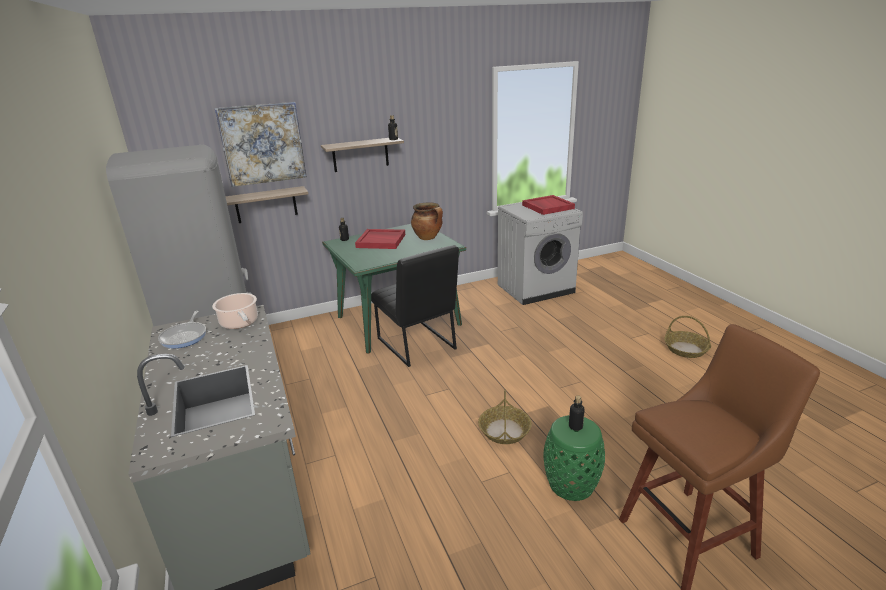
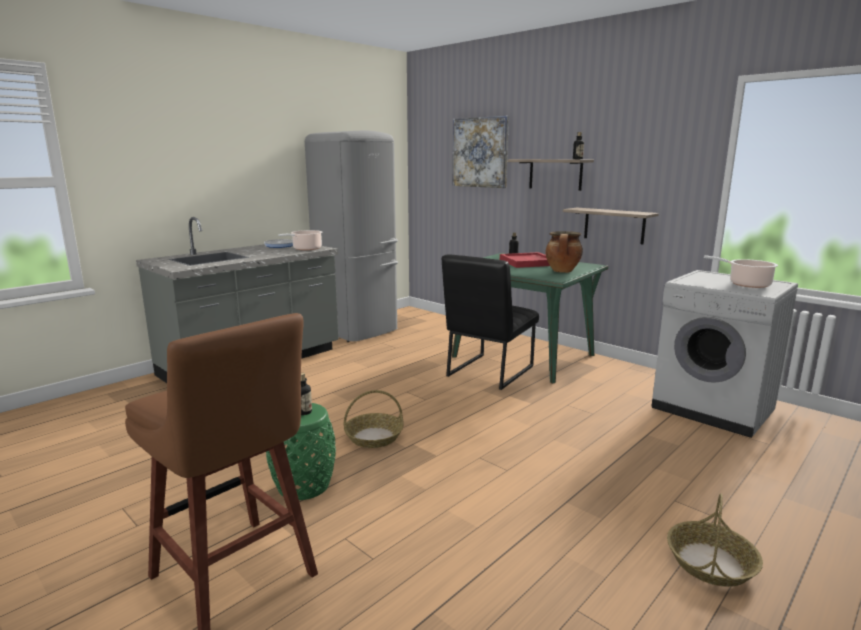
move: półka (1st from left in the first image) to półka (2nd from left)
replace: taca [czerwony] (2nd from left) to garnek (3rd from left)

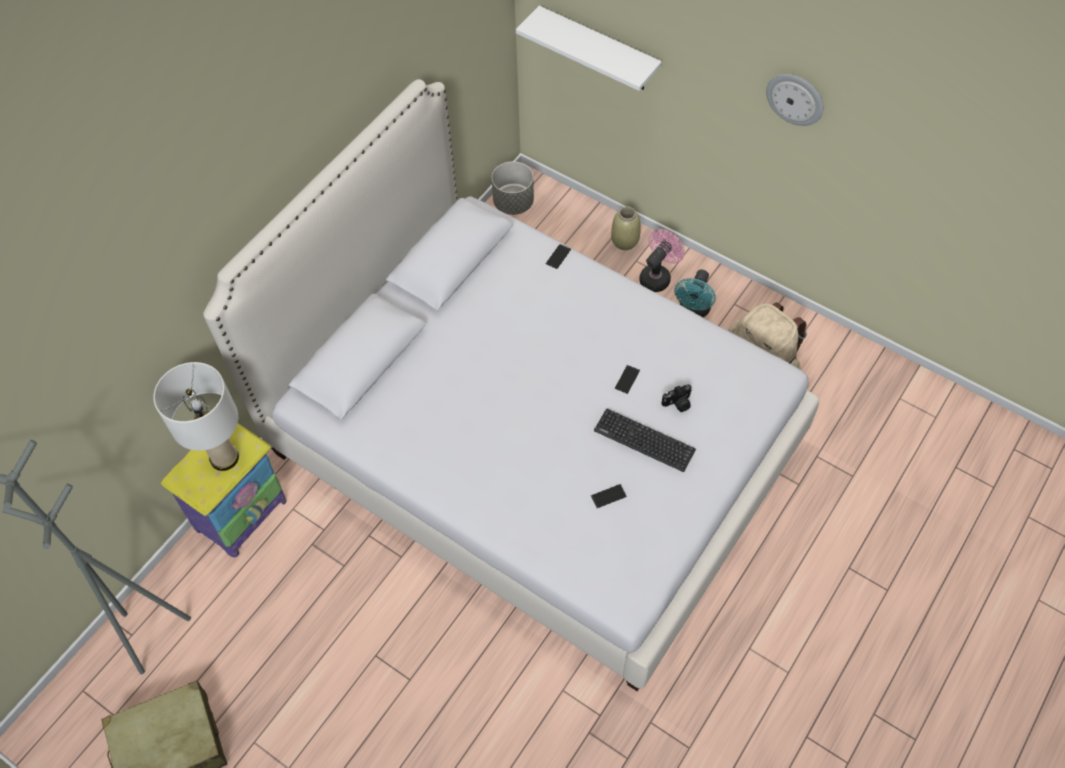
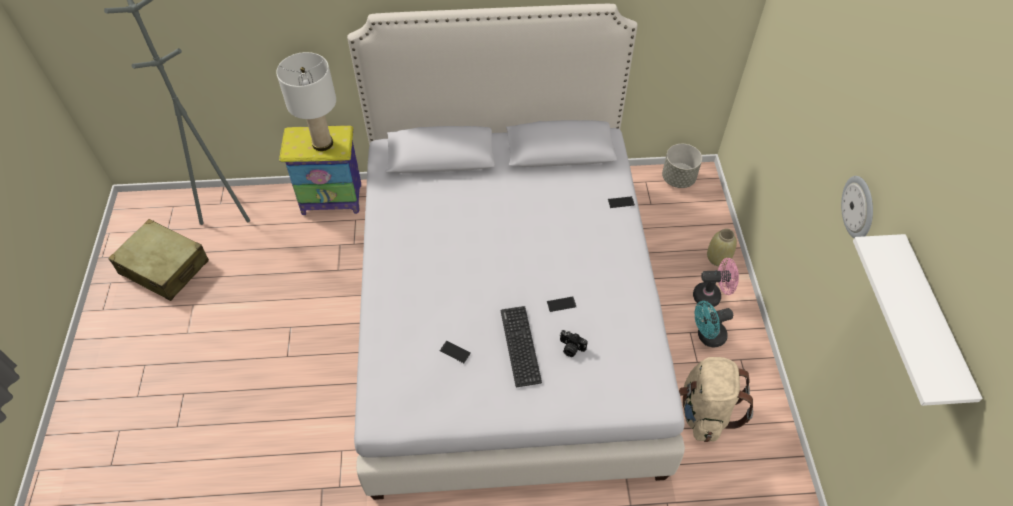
move: półka [biały]

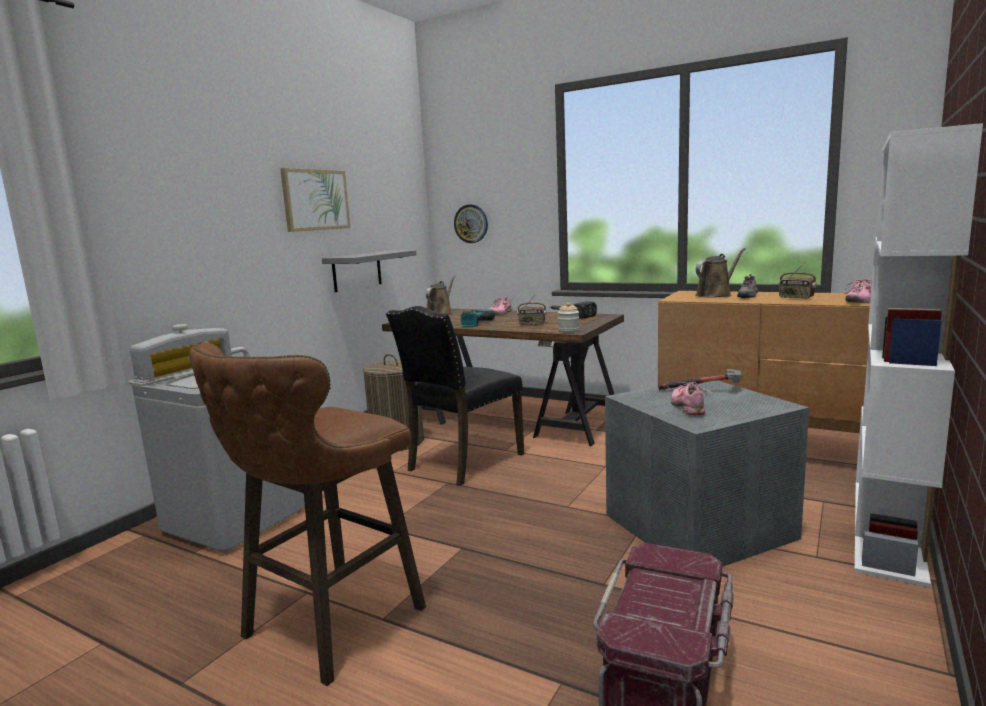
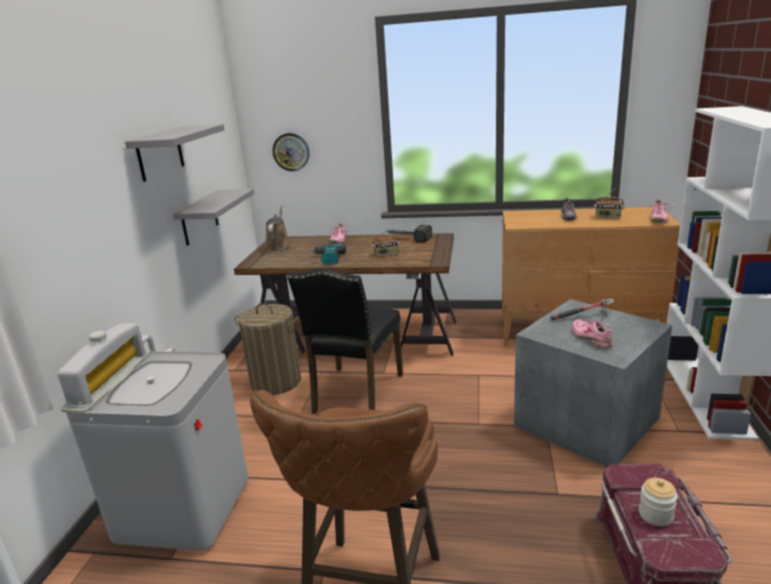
delete: konewka [brązowy] (2nd from left)
move: słoik
replace: obraz to półka [szary] (1st from left)

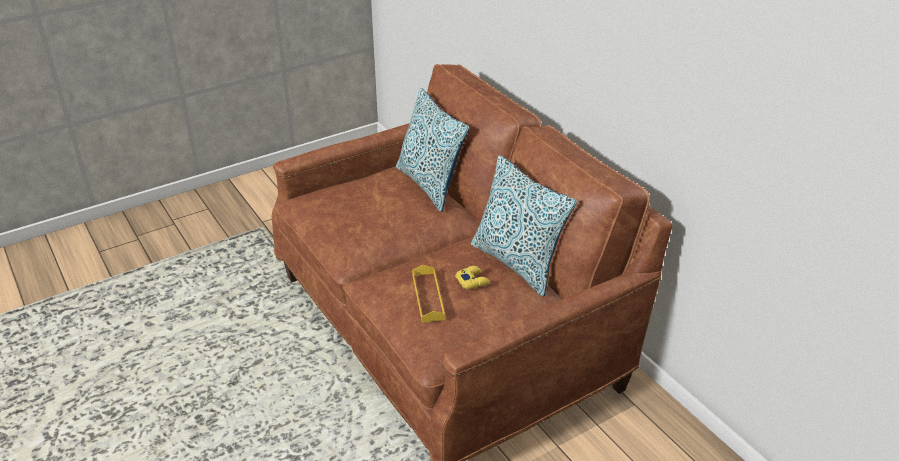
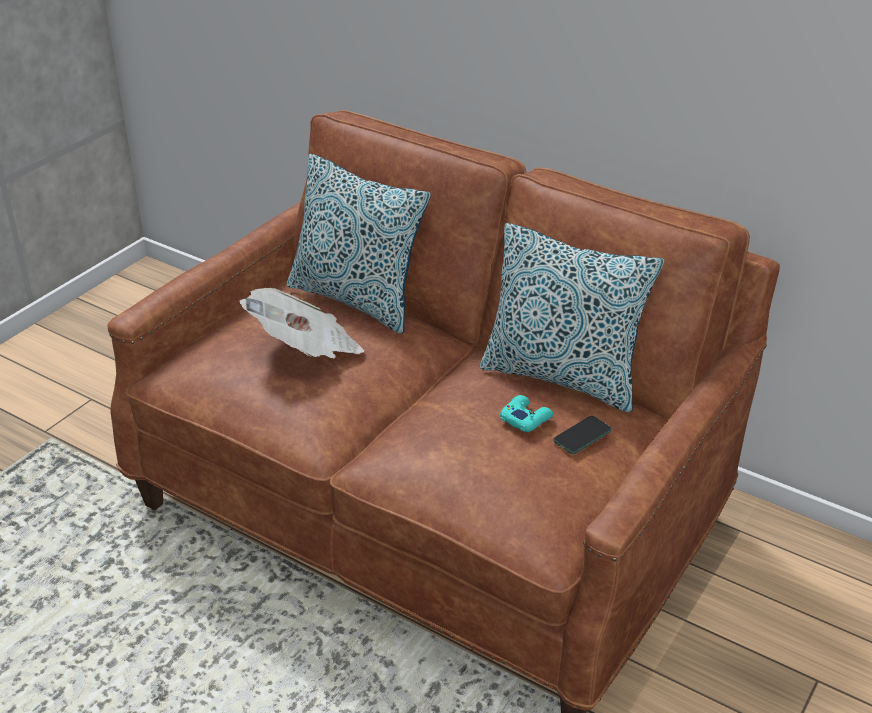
delete: taca [żółty]
insert: gazeta; telefon
recolor: pad do gier [żółty] to pad do gier [turkusowy]

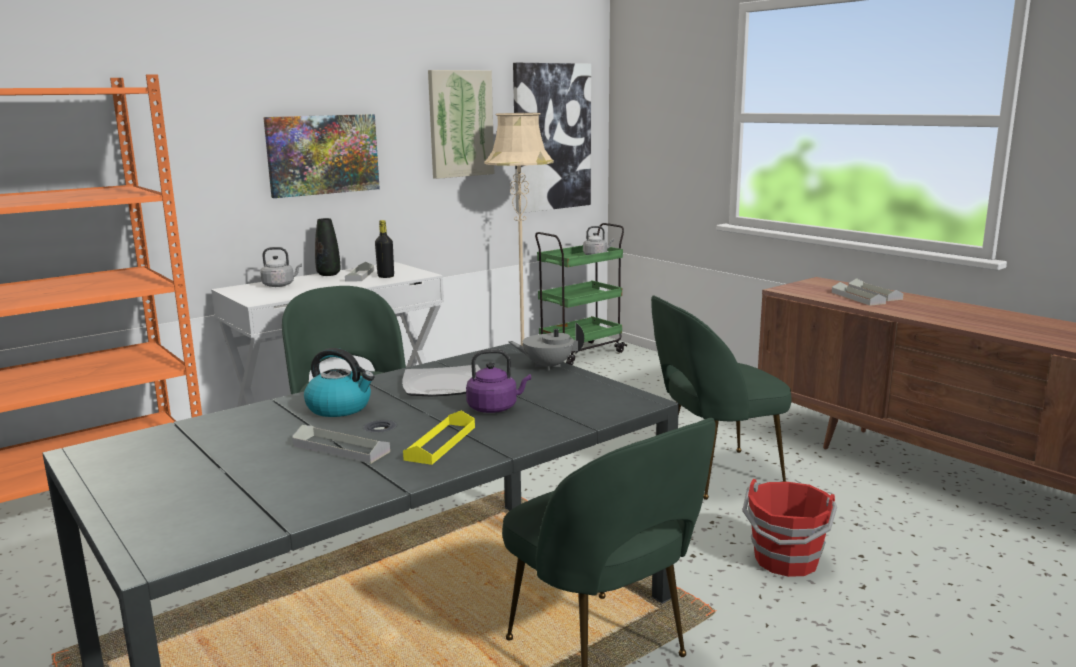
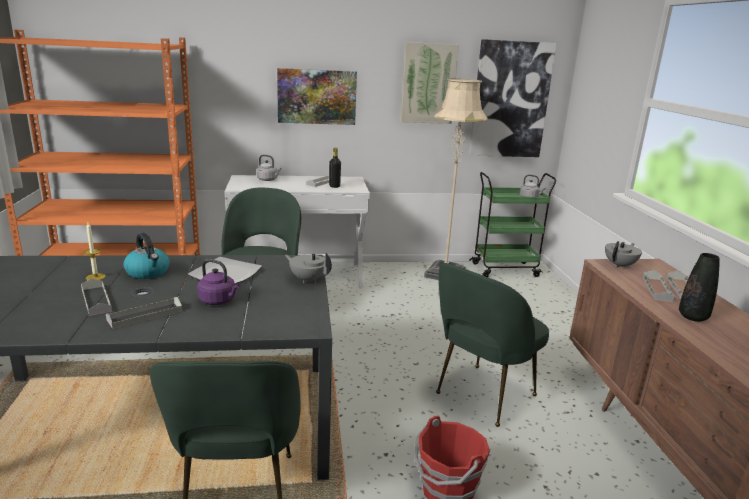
insert: świeca; imbryk [szary] (2nd from left)
move: wazon [czarny]
recolor: taca [żółty] to taca [szary] (2nd from left)
rotate: krzesło [zielony] (3rd from left) 60 degrees counterclockwise

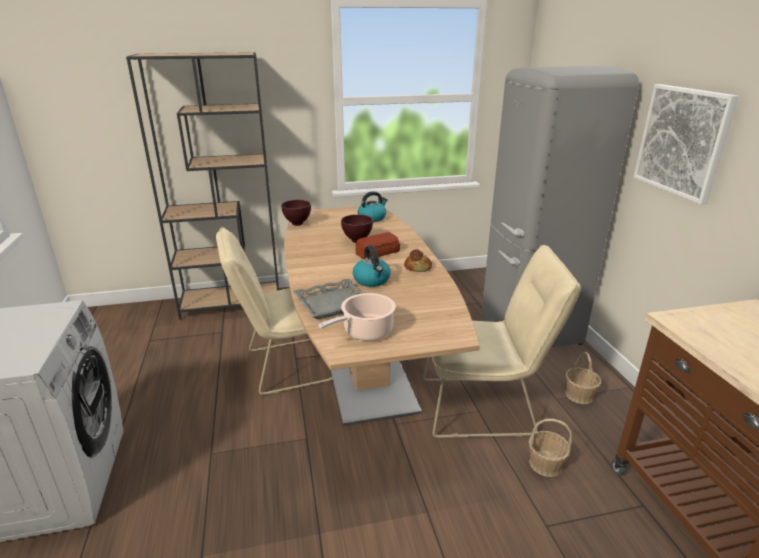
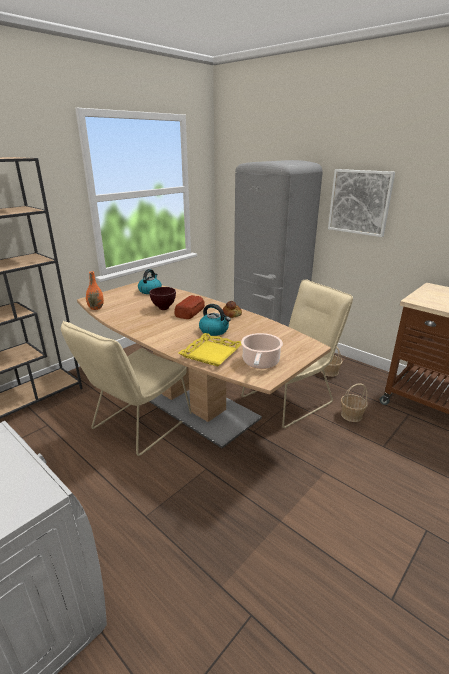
replace: miska [brązowy] (1st from left) to wazon [pomarańczowy]
recolor: taca [szary] to taca [żółty]

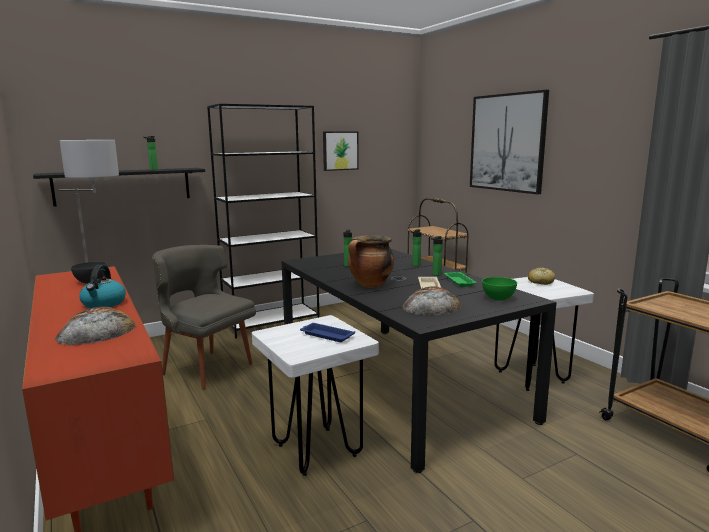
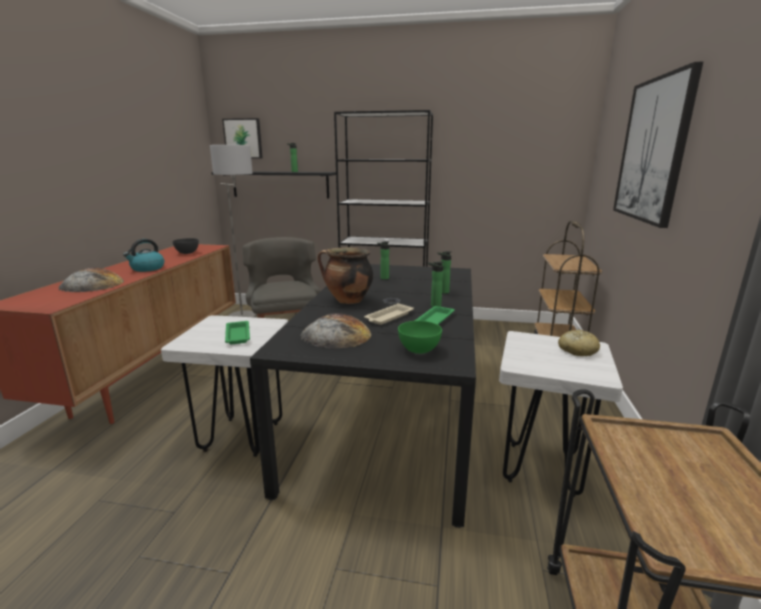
move: obraz (1st from left)
recolor: taca [niebieski] to taca [zielony] (1st from left)

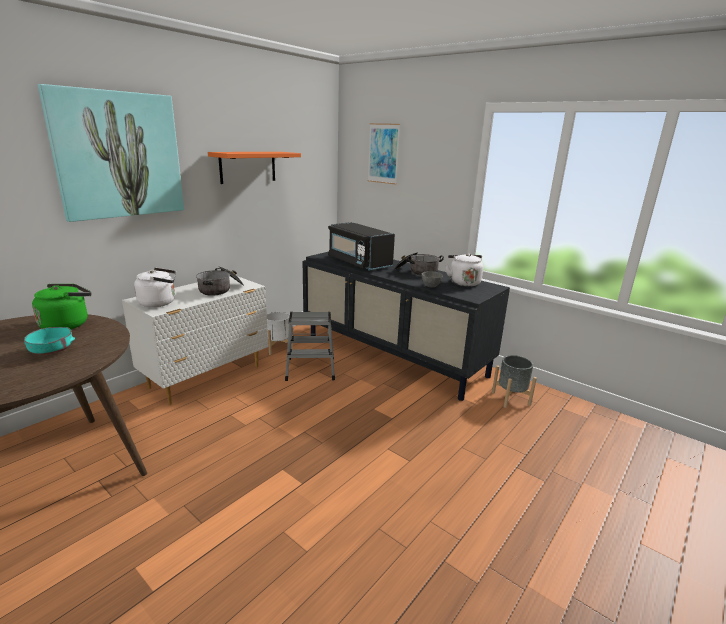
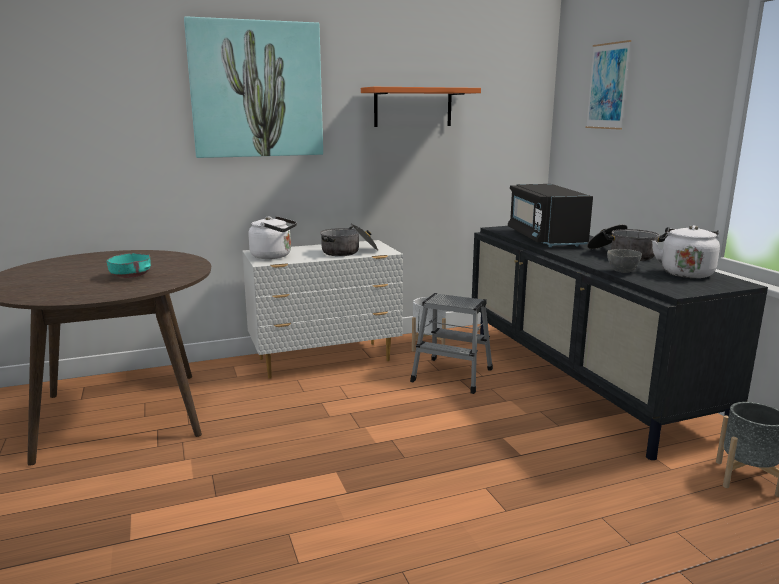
delete: czajnik [zielony]

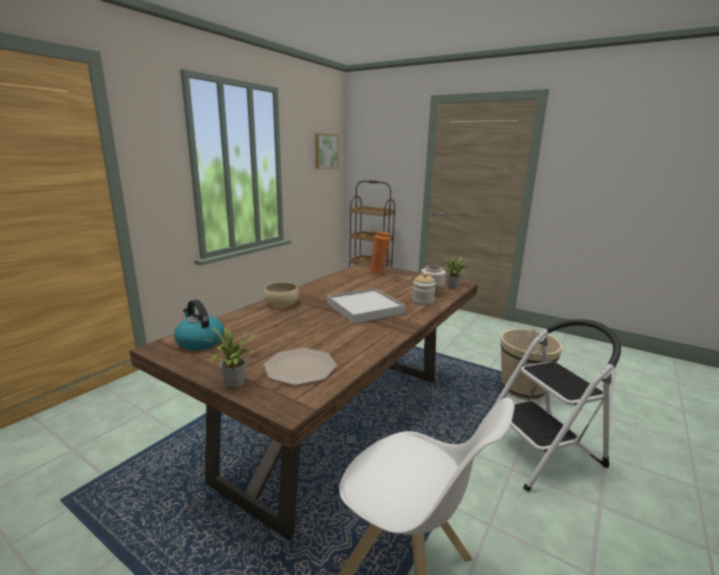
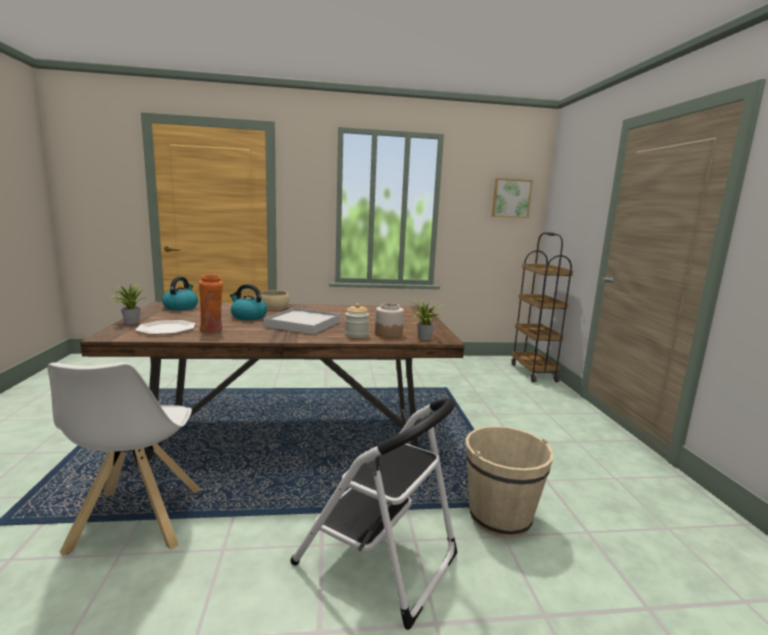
insert: czajnik (2nd from left)
move: wazon [pomarańczowy]

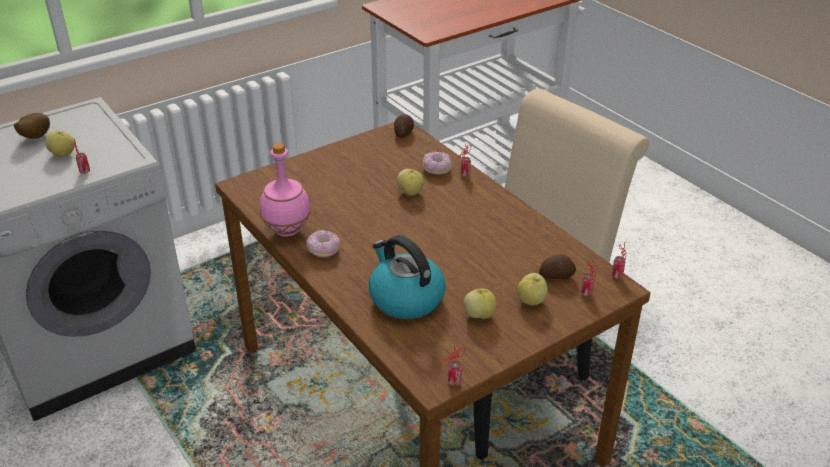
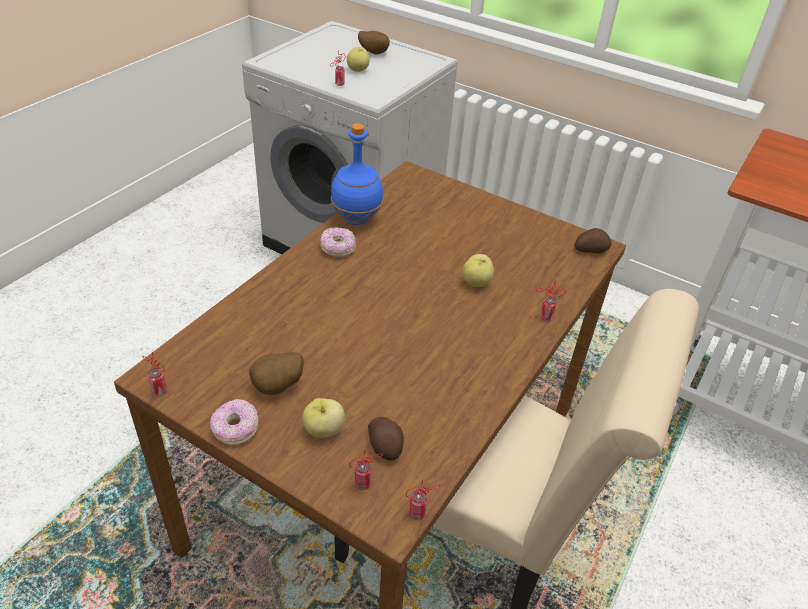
delete: czajnik
move: donut (2nd from left in the first image) to donut (1st from left)
replace: jabłko (3rd from left) to ziemniak (1st from left)
recolor: butelka [różowy] to butelka [niebieski]

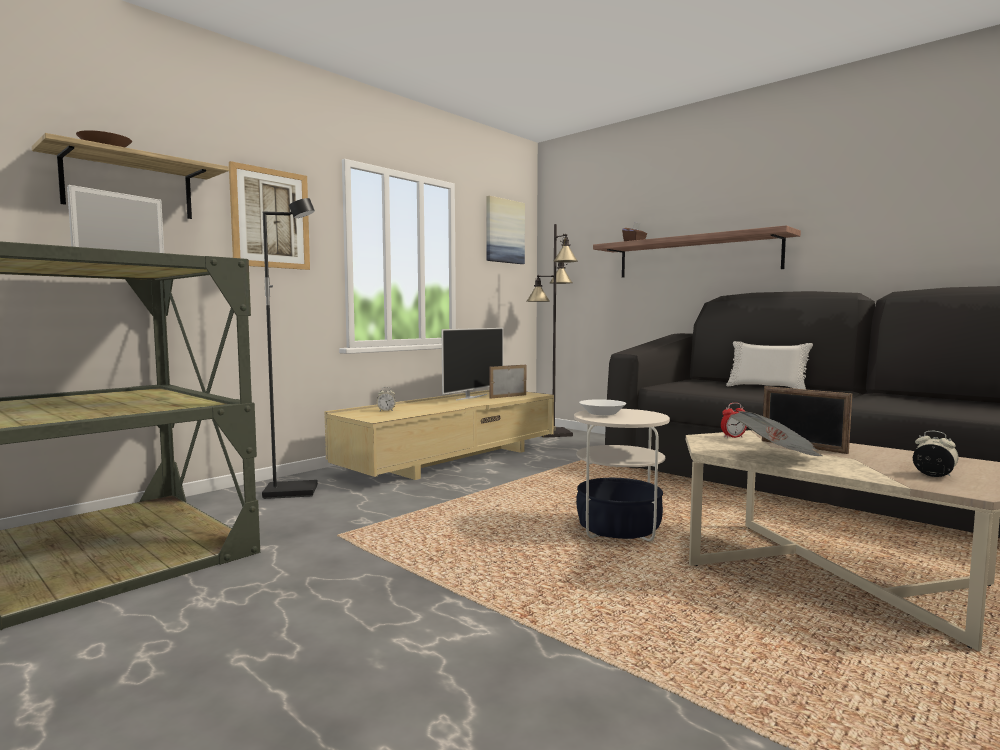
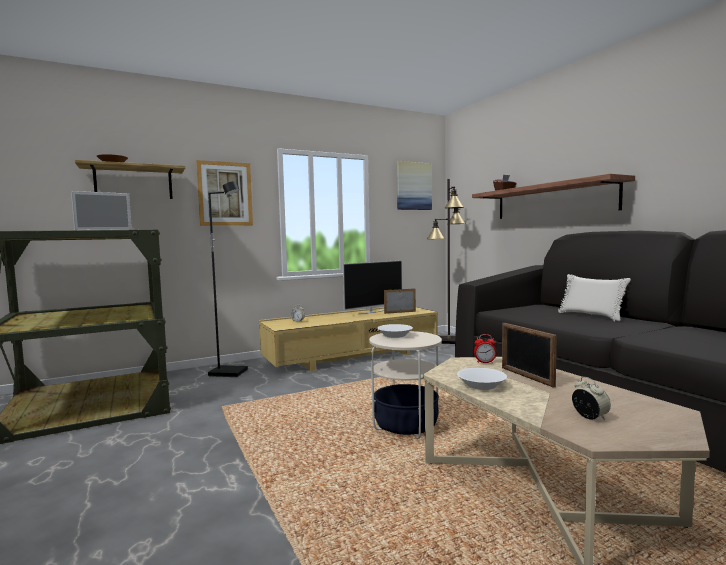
replace: gazeta to miska [biały] (2nd from left)

